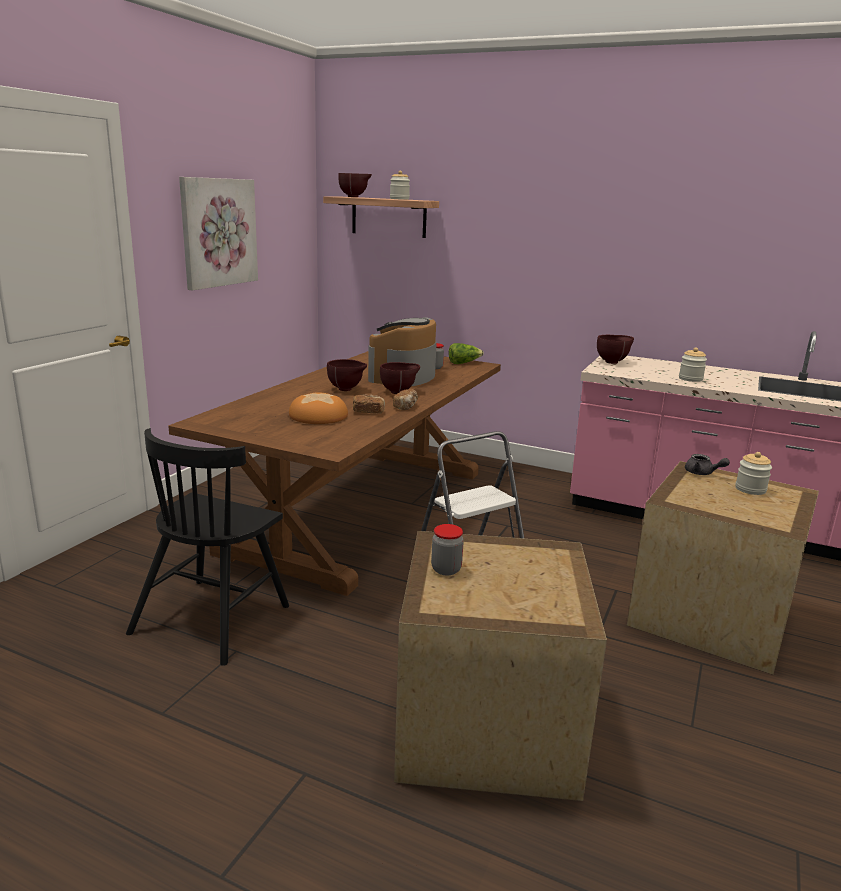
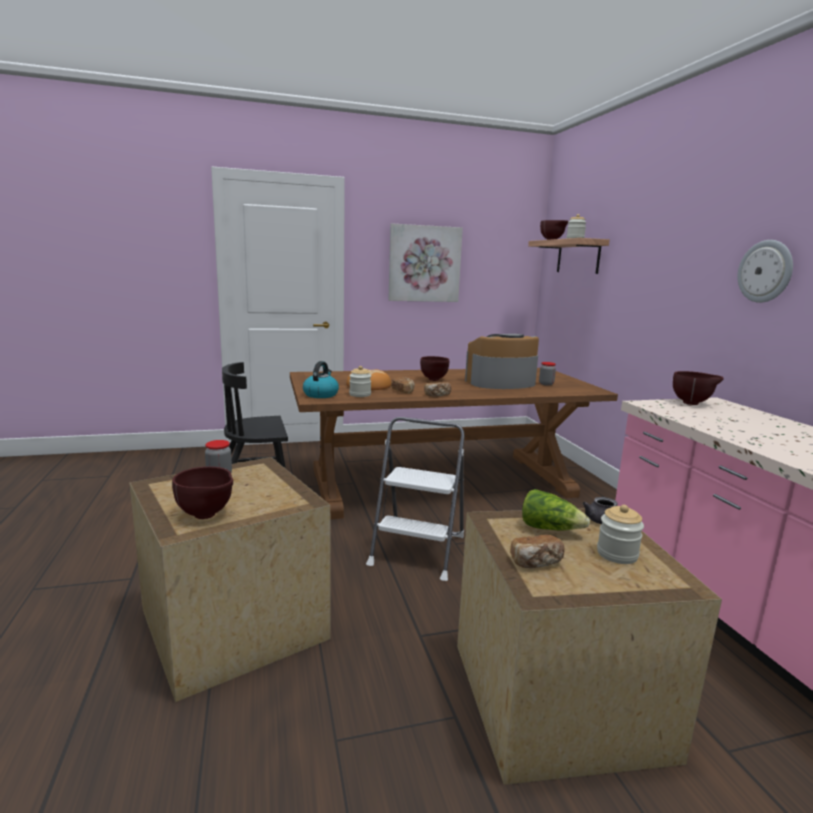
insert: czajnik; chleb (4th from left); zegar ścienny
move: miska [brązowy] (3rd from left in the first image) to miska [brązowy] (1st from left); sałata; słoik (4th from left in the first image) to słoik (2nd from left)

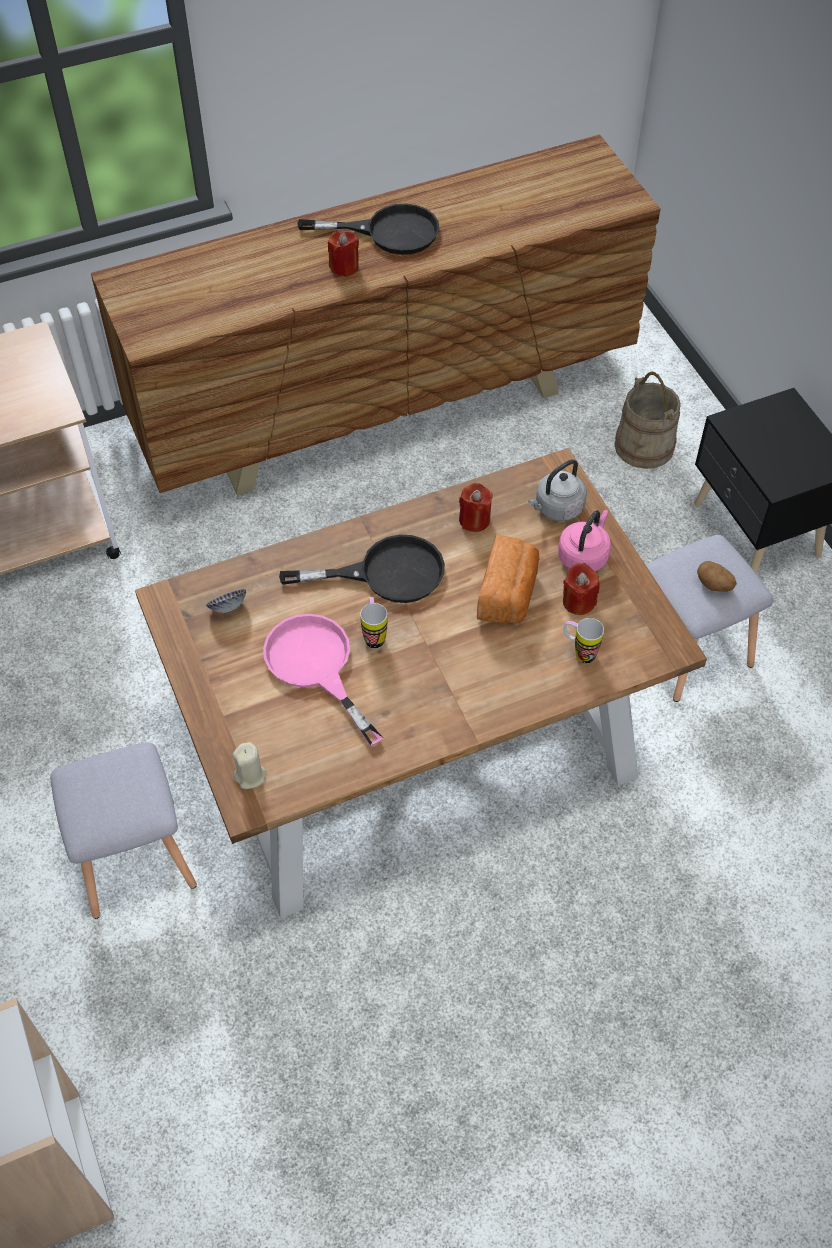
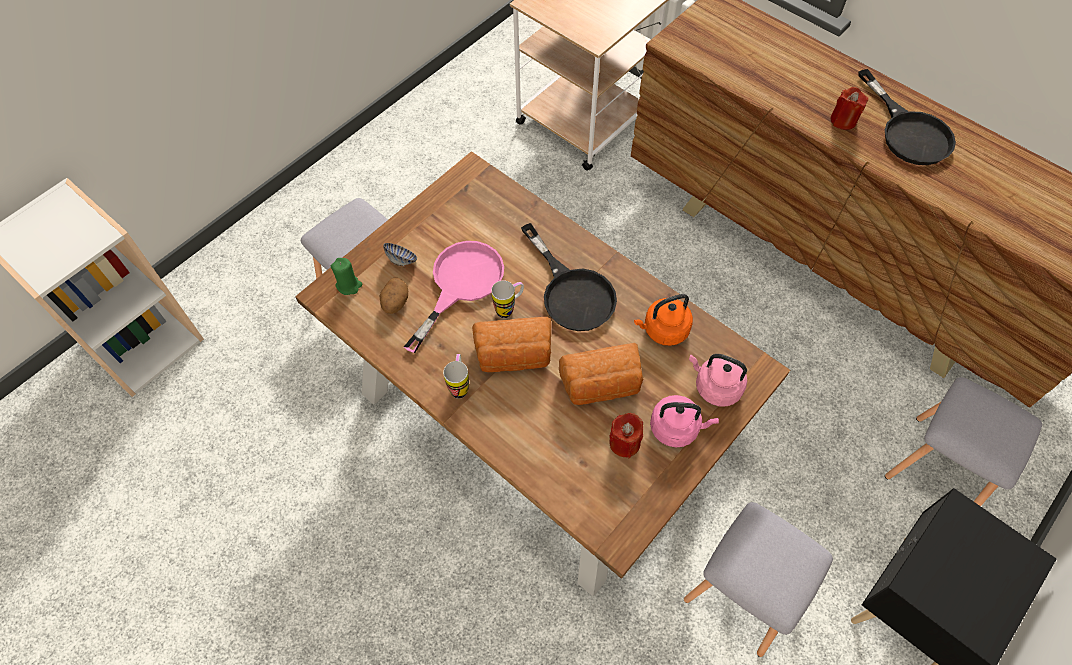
insert: chleb (1st from left)
move: miska; kubek (2nd from left in the first image) to kubek (1st from left); ziemniak
replace: świeca [czerwony] (2nd from left) to czajnik [pomarańczowy]; wiadro [beżowy] to stołek [szary] (3rd from left)
recolor: świeca [beżowy] to świeca [zielony]; czajnik [szary] to czajnik [różowy] (2nd from left)

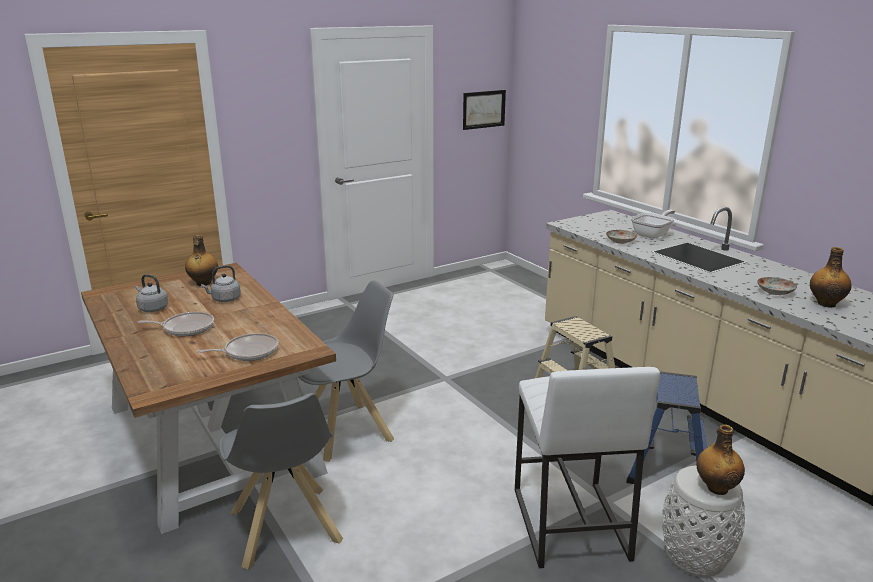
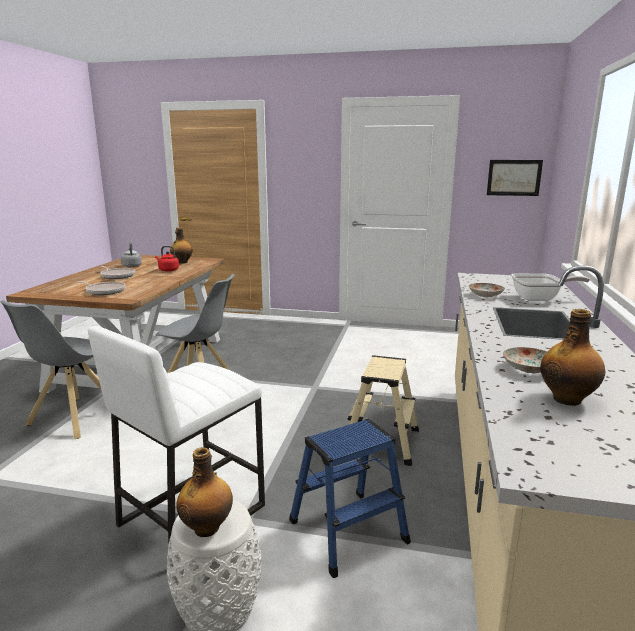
recolor: czajnik [szary] (2nd from left) to czajnik [czerwony]

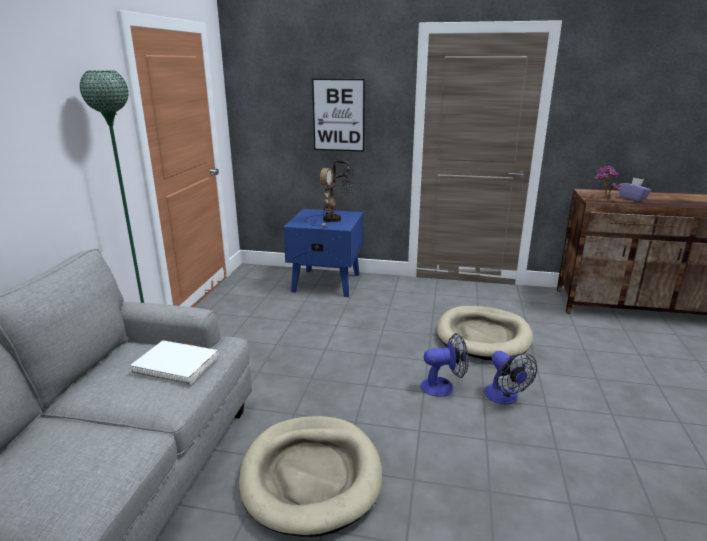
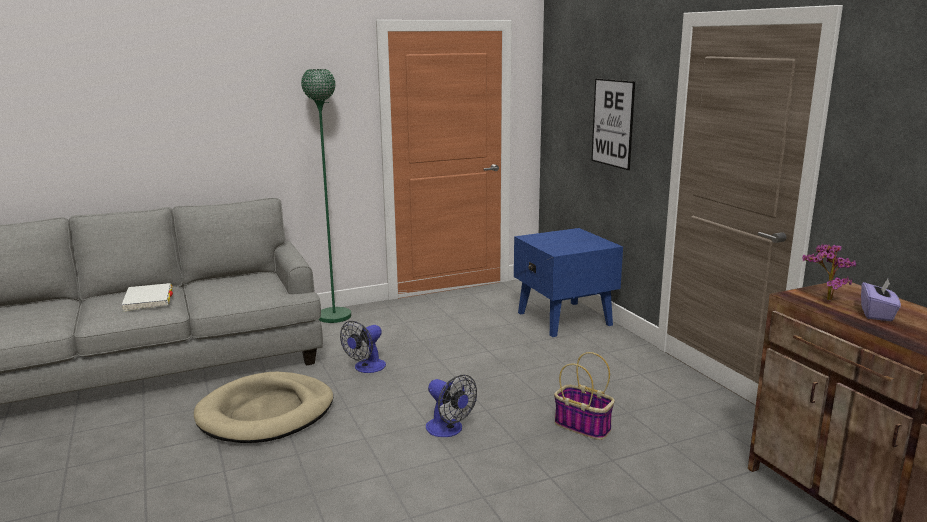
delete: lampa stołowa
move: książka [biały]; wentylator (2nd from left in the first image) to wentylator (1st from left)
replace: legowisko [beżowy] (2nd from left) to koszyk

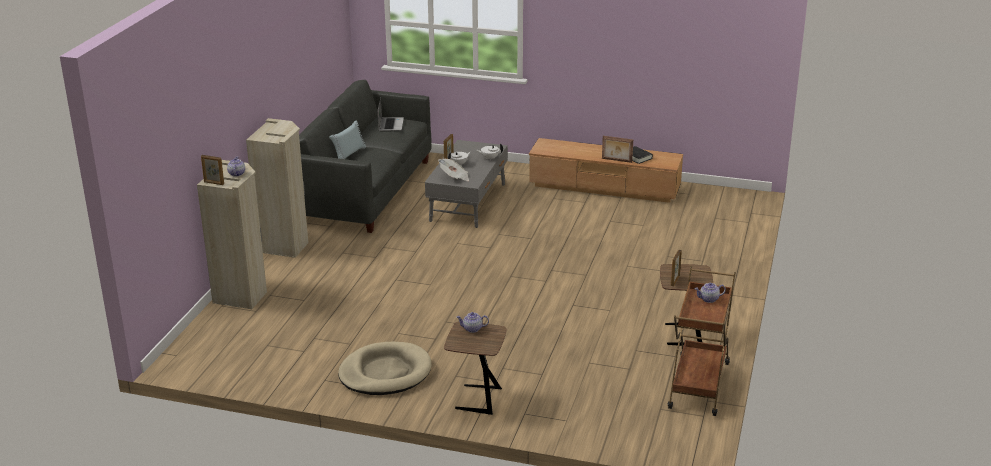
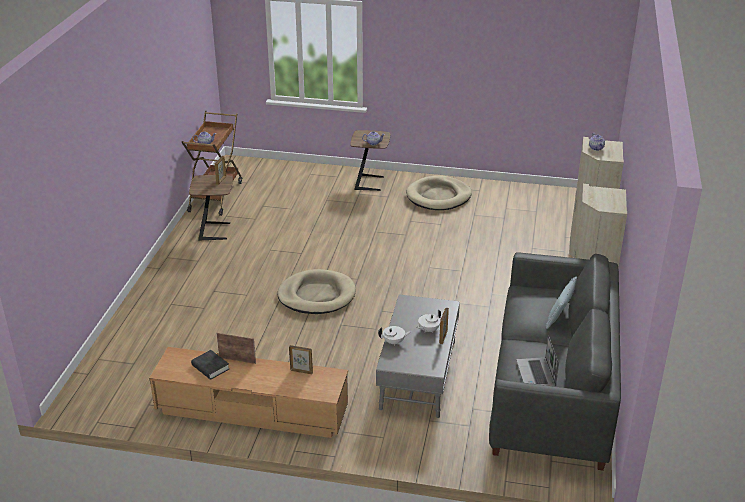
delete: gazeta
insert: legowisko [beżowy] (1st from left)
move: ramka na zdjęcie (1st from left in the first image) to ramka na zdjęcie (3rd from left)

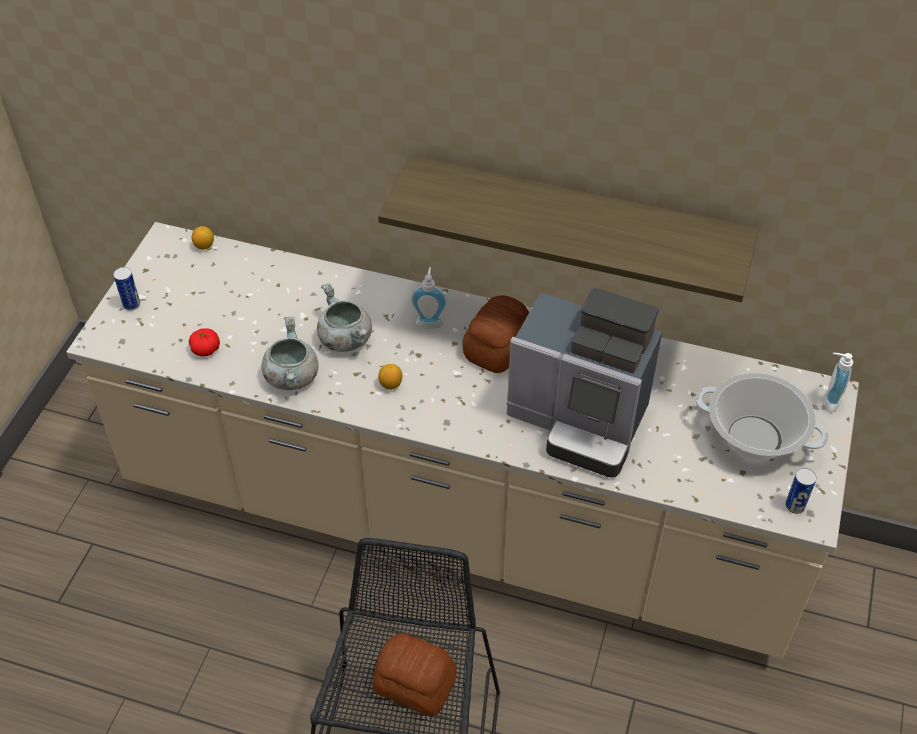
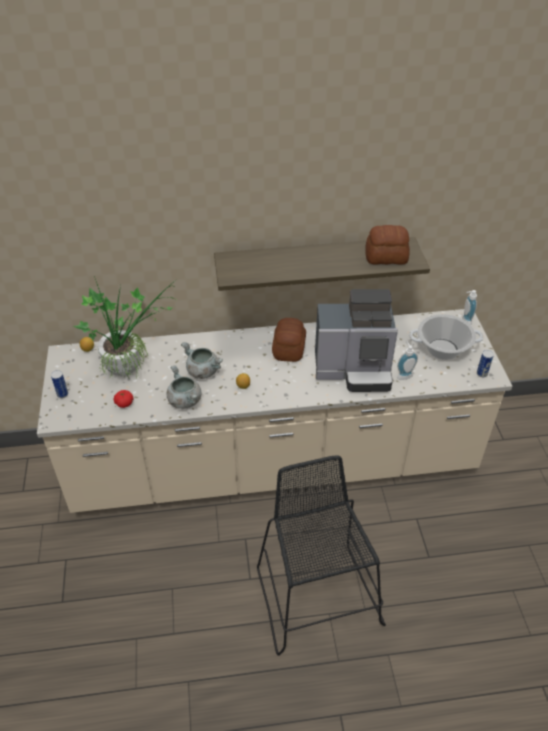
insert: roślina doniczkowa
move: chleb (1st from left in the first image) to chleb (2nd from left); dozownik mydła (1st from left)

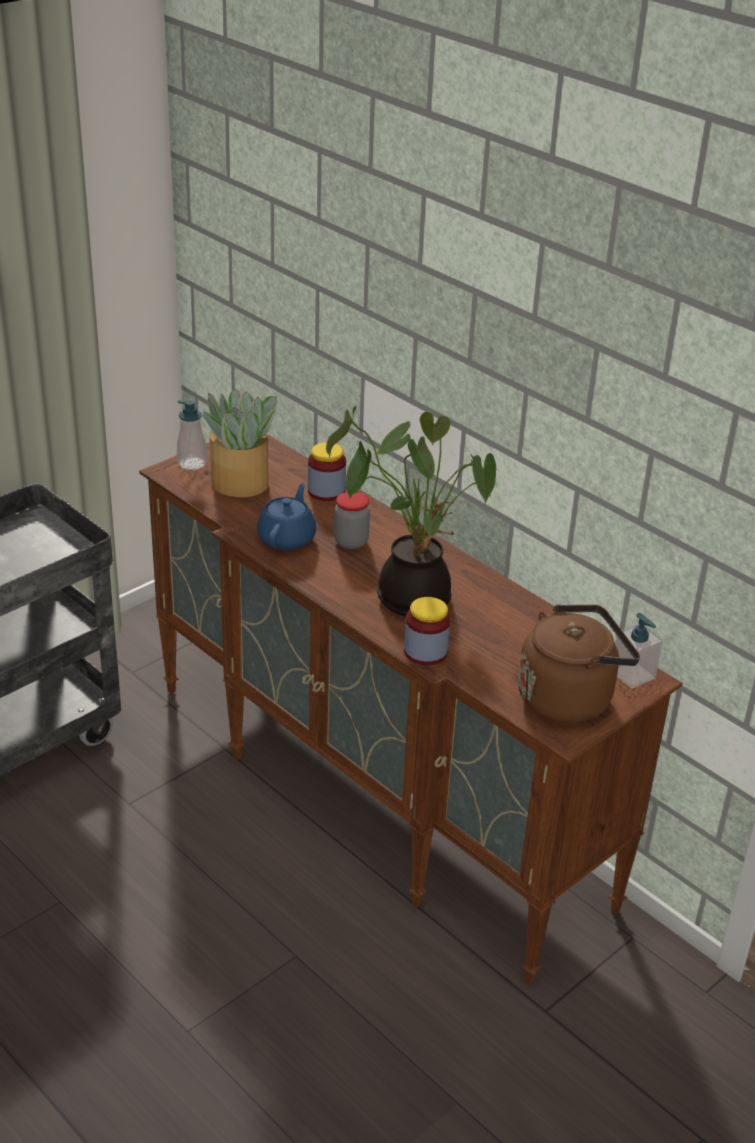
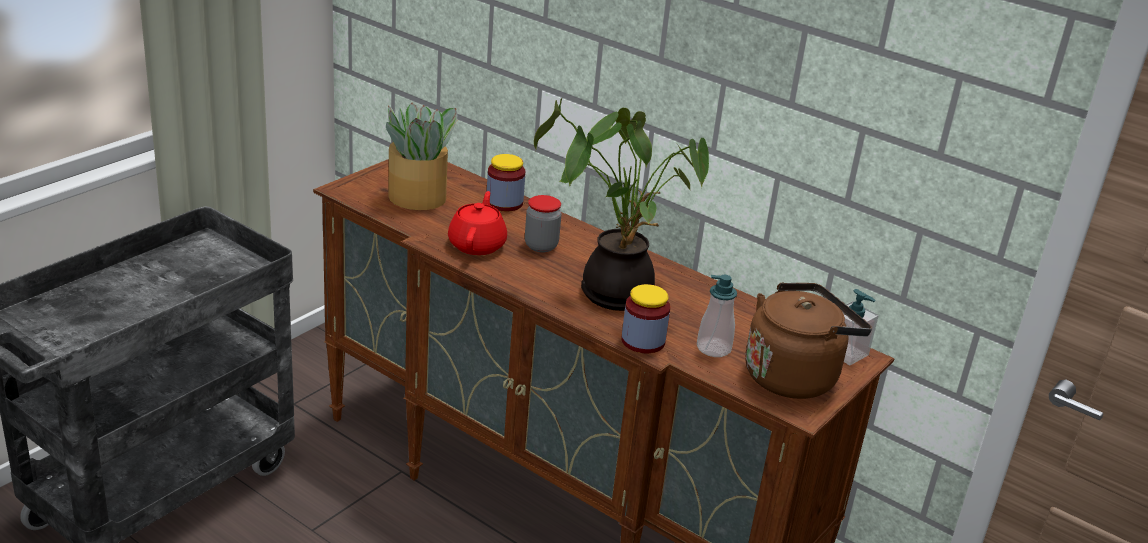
move: dozownik mydła (1st from left)
recolor: imbryk [niebieski] to imbryk [czerwony]

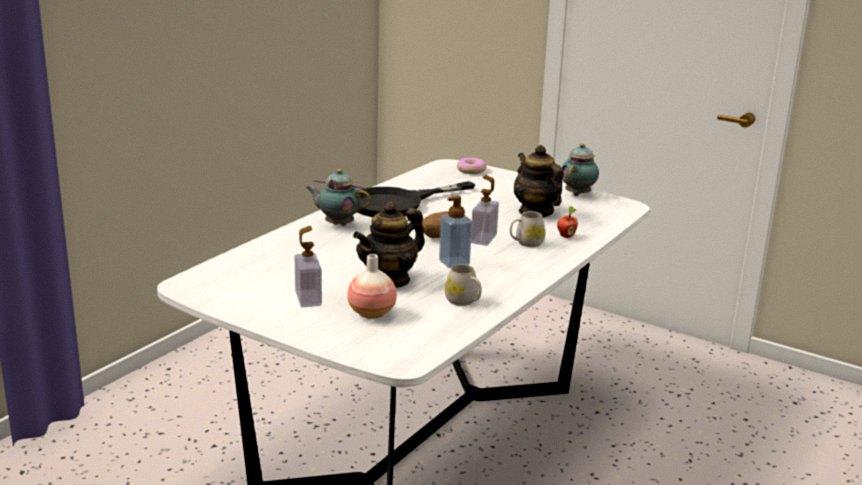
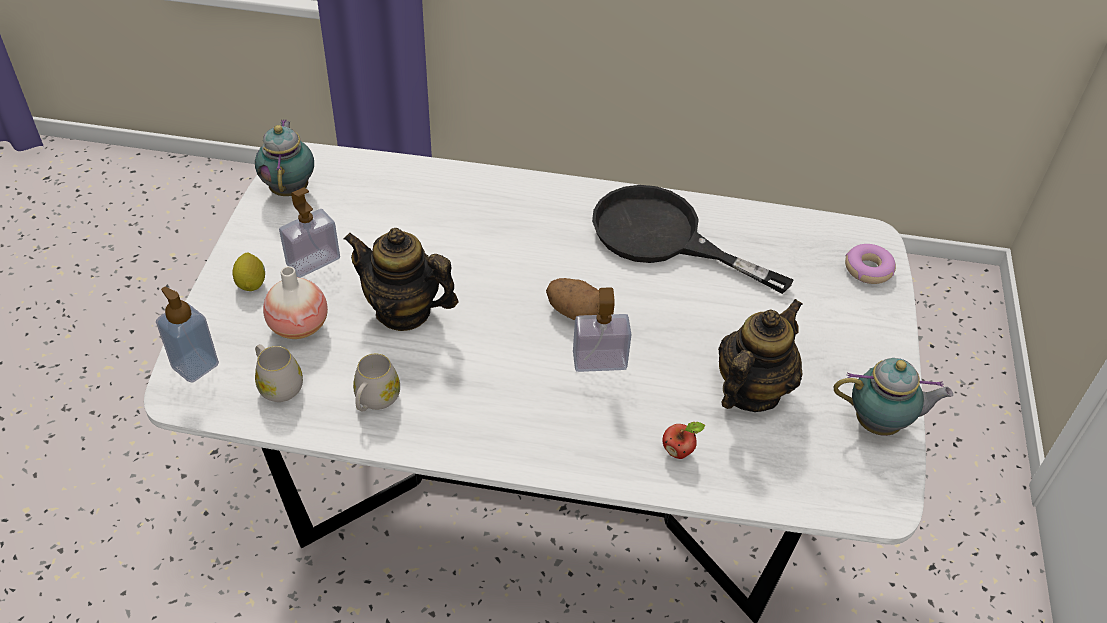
insert: cytryna
move: imbryk (1st from left); dozownik mydła (2nd from left in the first image) to dozownik mydła (1st from left); kubek [biały] (2nd from left in the first image) to kubek [biały] (1st from left)

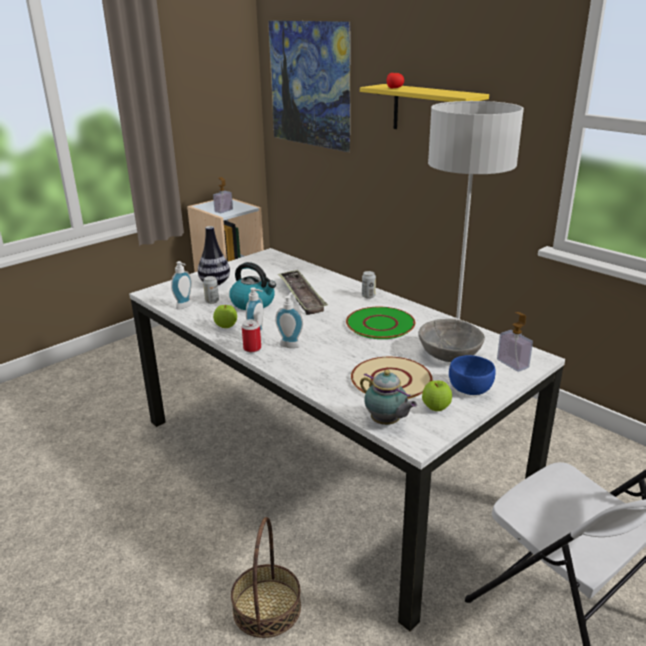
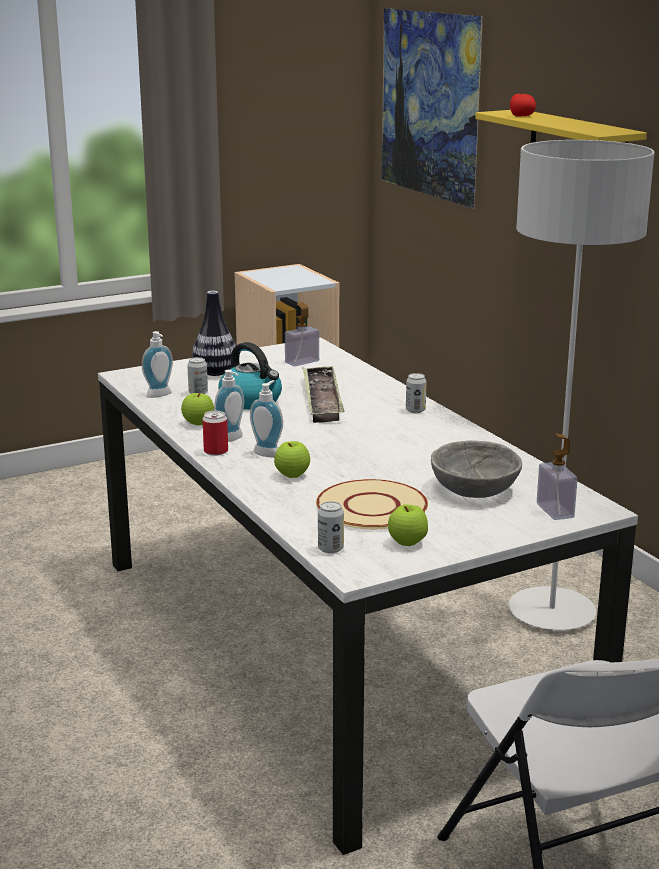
delete: koszyk; talerz [zielony]; miska [niebieski]
insert: jabłko (2nd from left)
move: dozownik mydła (2nd from left in the first image) to dozownik mydła (4th from left)
replace: imbryk to puszka (3rd from left)

